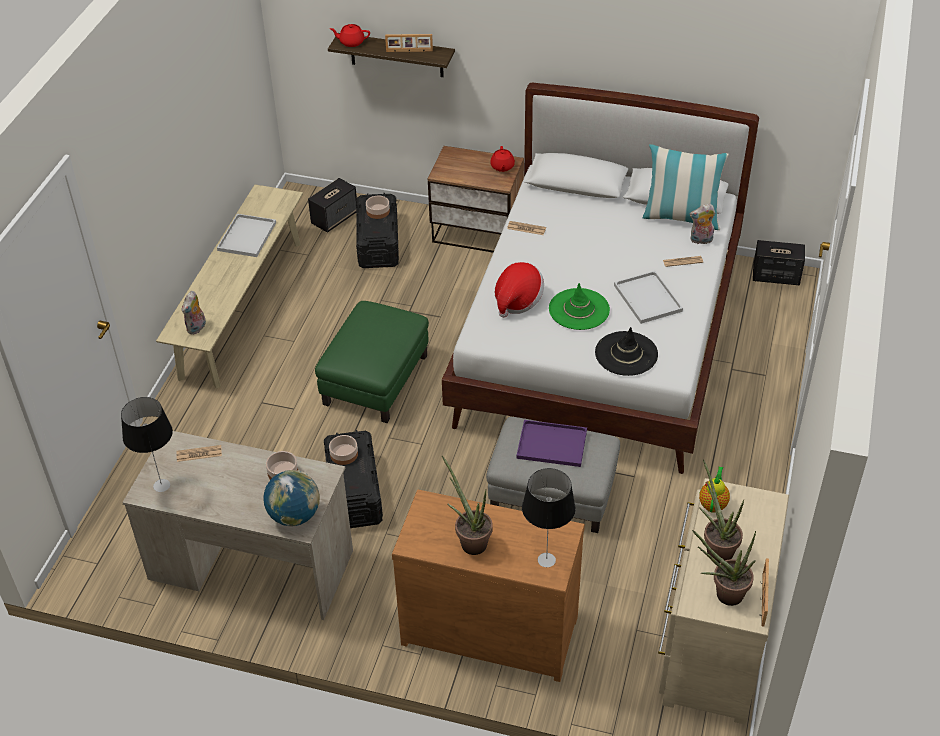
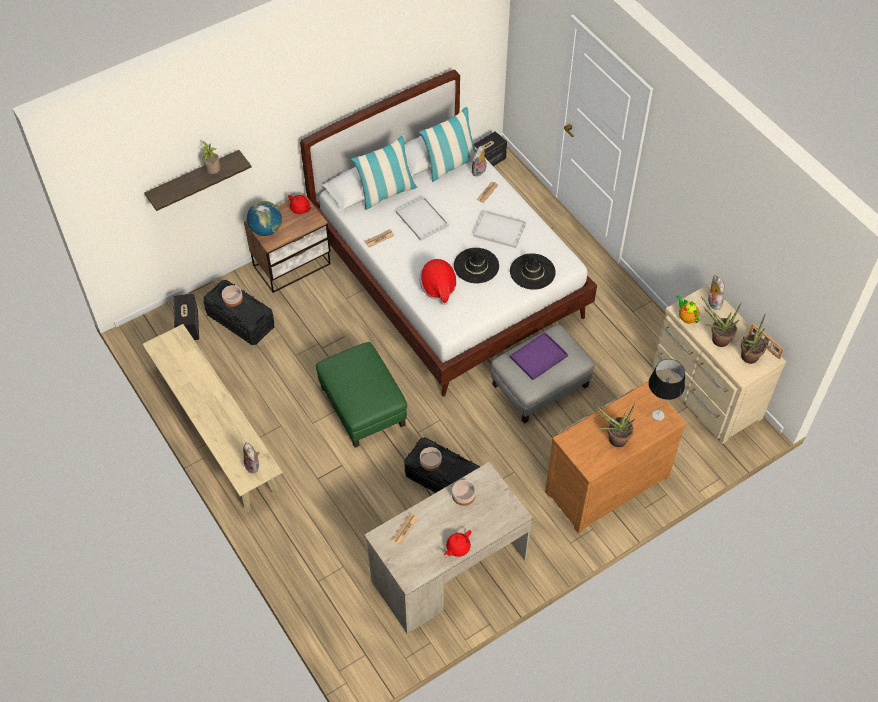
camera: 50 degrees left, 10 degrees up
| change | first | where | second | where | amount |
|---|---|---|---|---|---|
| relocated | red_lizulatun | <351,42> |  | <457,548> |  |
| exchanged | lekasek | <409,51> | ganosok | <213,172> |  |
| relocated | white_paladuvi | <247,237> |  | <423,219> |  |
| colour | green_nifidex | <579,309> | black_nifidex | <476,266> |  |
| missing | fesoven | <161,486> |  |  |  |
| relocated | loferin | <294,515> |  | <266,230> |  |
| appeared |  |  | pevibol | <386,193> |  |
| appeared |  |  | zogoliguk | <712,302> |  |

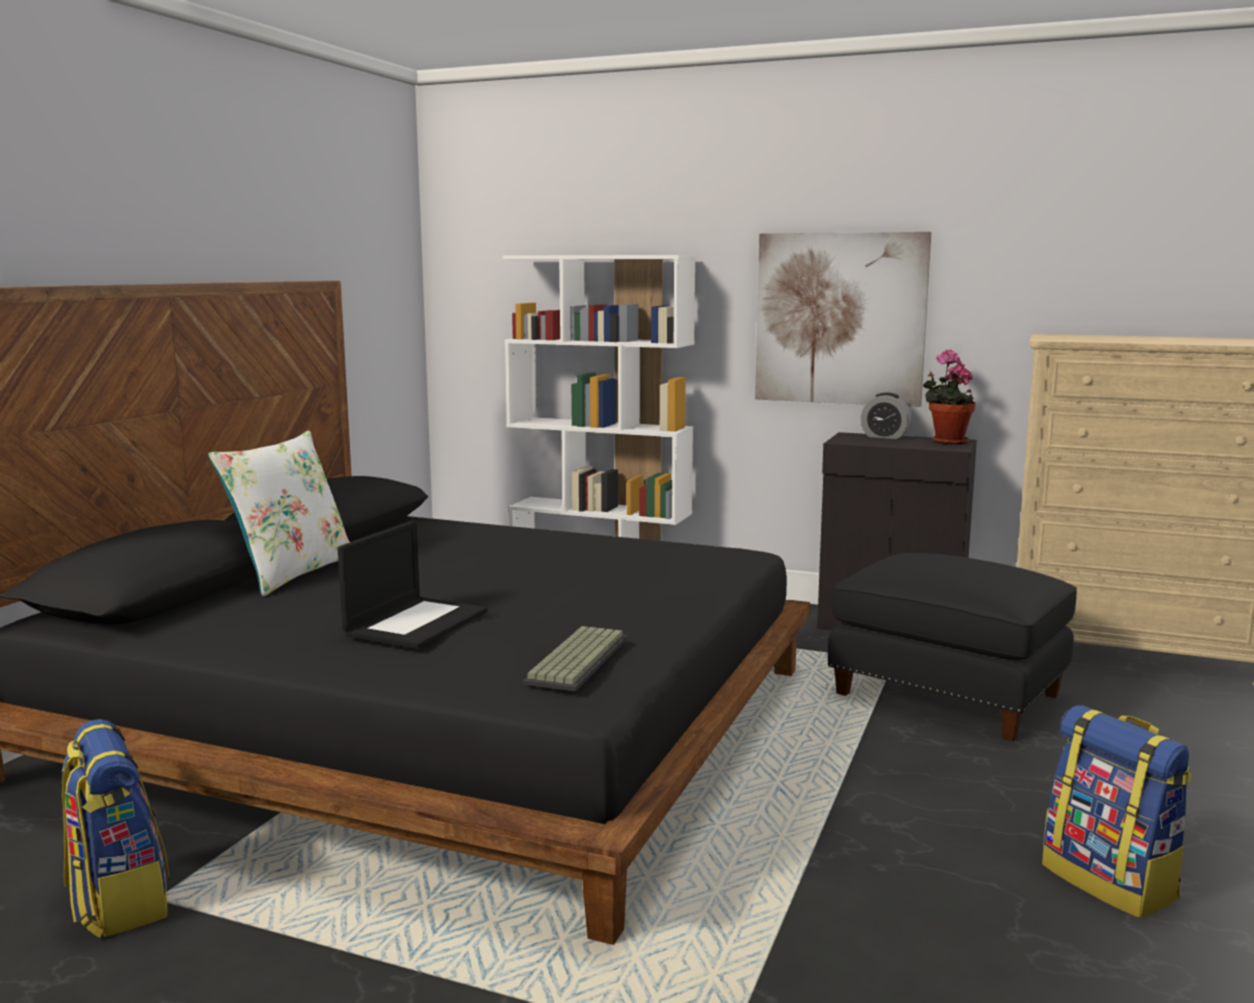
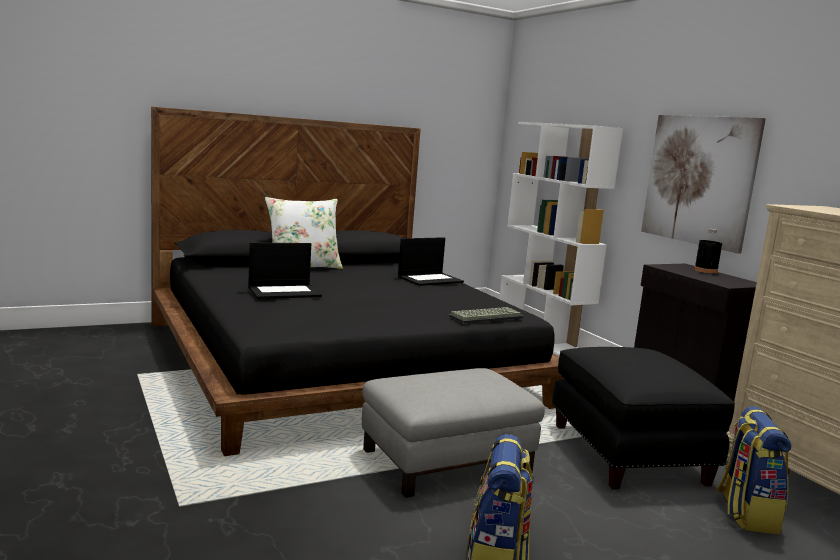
camera: 40 degrees right, 0 degrees up
| change | first | where | second | where | amount |
|---|---|---|---|---|---|
| missing | ganosok | <946,442> |  |  |  |
| exchanged | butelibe | <885,436> | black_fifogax | <705,271> |  |
| relocated | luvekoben | <576,659> |  | <486,316> |  |
| relocated | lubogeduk | <118,901> |  | <746,513> |  |
| appeared |  |  | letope | <430,279> |  |
| appeared |  |  | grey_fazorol | <446,461> |  |

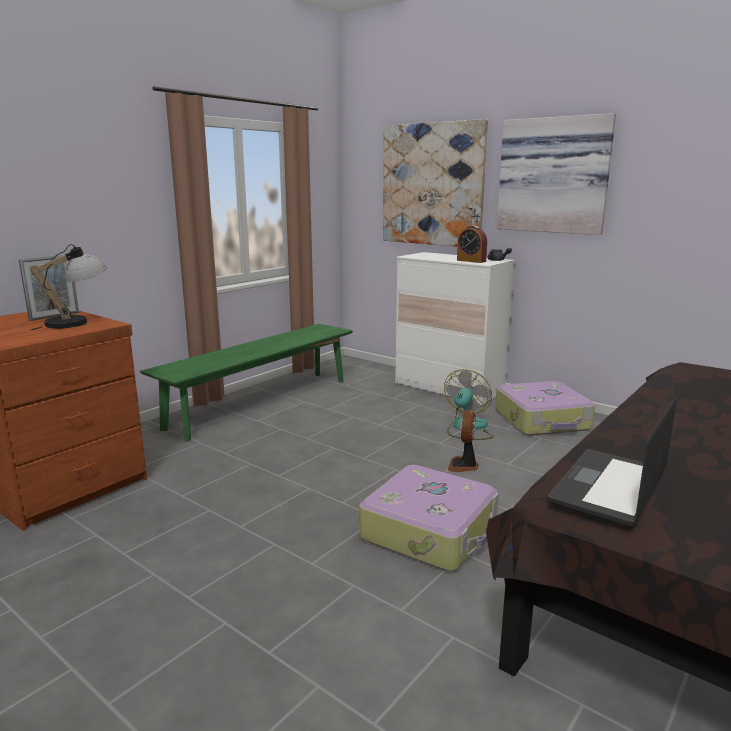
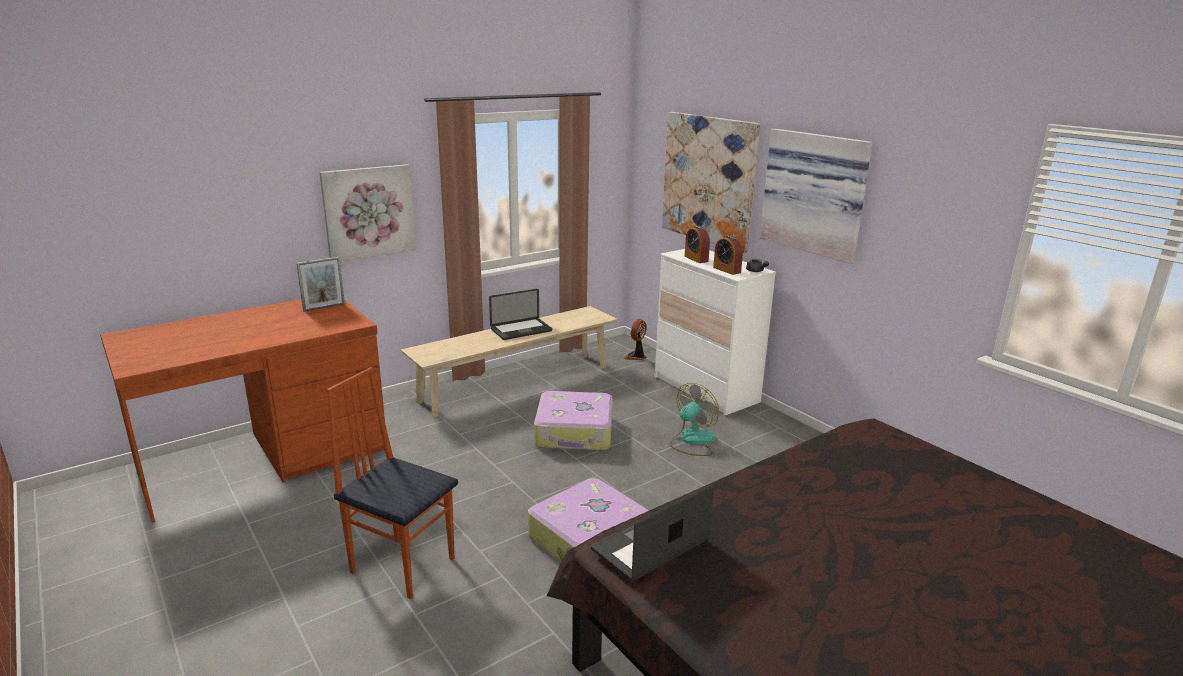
camera: 15 degrees right, 5 degrees up
| change | first | where | second | where | amount |
|---|---|---|---|---|---|
| missing | fesoven | <77,322> |  |  |  |
| colour | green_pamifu | <261,403> | beige_pamifu | <516,383> |  |
| relocated | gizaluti | <543,420> |  | <575,433> |  |
| relocated | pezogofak | <463,466> |  | <636,357> |  |
| appeared |  |  | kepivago | <368,212> |  |
| appeared |  |  | butelibe | <696,259> |  |
| appeared |  |  | letope | <521,330> |  |
| appeared |  |  | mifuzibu | <403,564> |  |

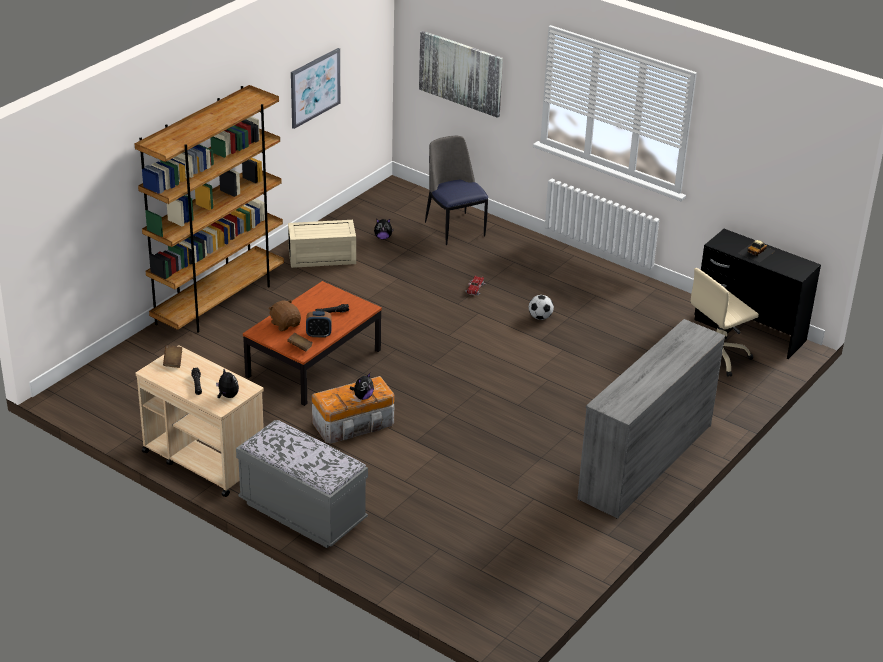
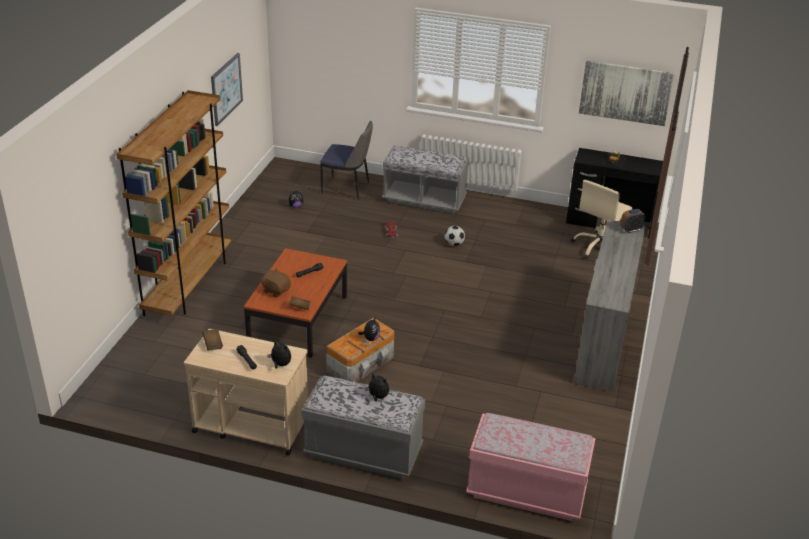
camera: 20 degrees left, 0 degrees up
| change | first | where | second | where | amount |
|---|---|---|---|---|---|
| relocated | kepivago | <461,73> |  | <625,92> |  |
| spun | mifuzibu | <454,228> |  | <347,188> | 150 degrees clockwise |
| missing | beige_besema | <321,257> |  |  |  |
| relocated | butelibe | <318,335> |  | <631,230> |  |
| appeared |  |  | grey_pamifu | <424,200> |  |
| appeared |  |  | zogoliguk | <377,397> |  |
| appeared |  |  | pink_pamifu | <526,492> |  |

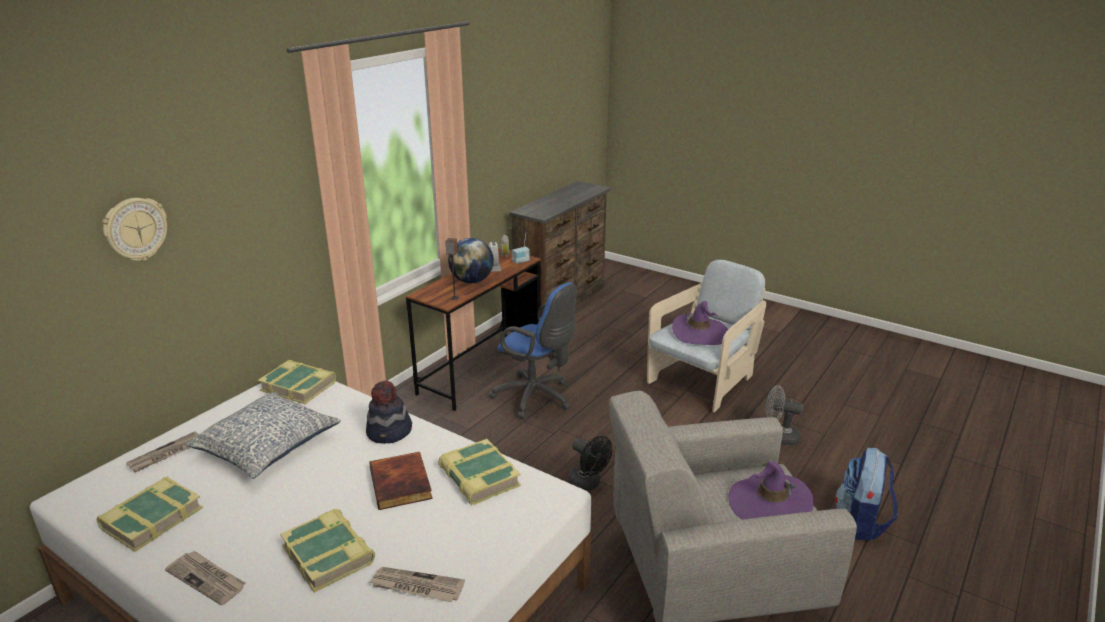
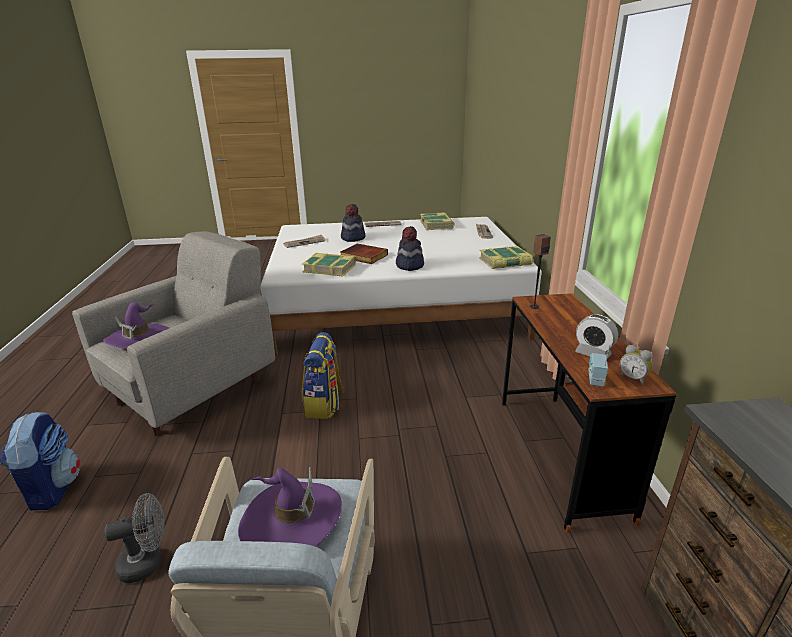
camera: 140 degrees right, 0 degrees up
| change | first | where | second | where | amount |
|---|---|---|---|---|---|
| missing | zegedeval | <135,229> |  |  |  |
| missing | loferin | <472,281> |  |  |  |
| missing | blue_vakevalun | <536,398> |  |  |  |
| missing | pevibol | <267,447> |  |  |  |
| exchanged | black_pezogofak | <588,484> | lubogeduk | <324,404> |  |
| exchanged | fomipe | <329,554> | nifidex | <352,238> |  |

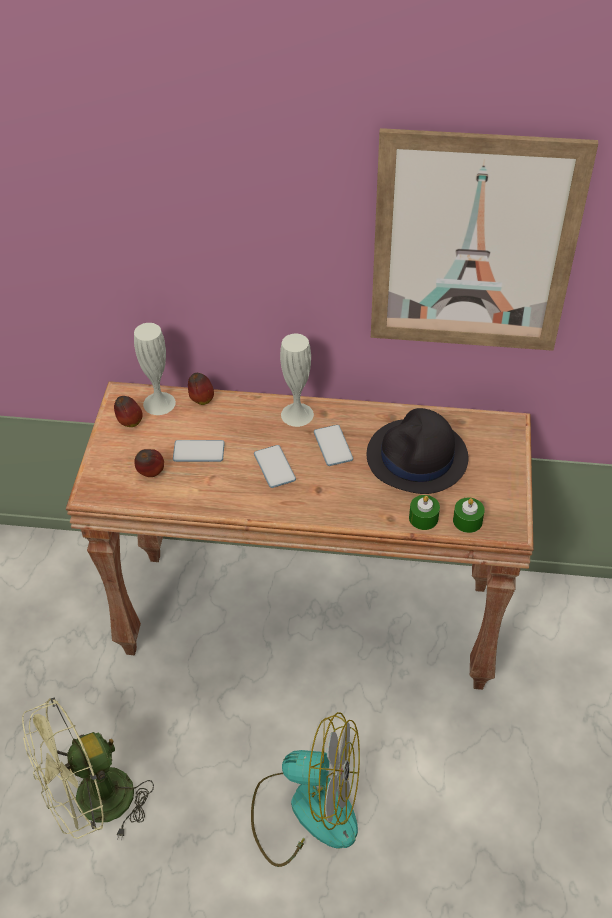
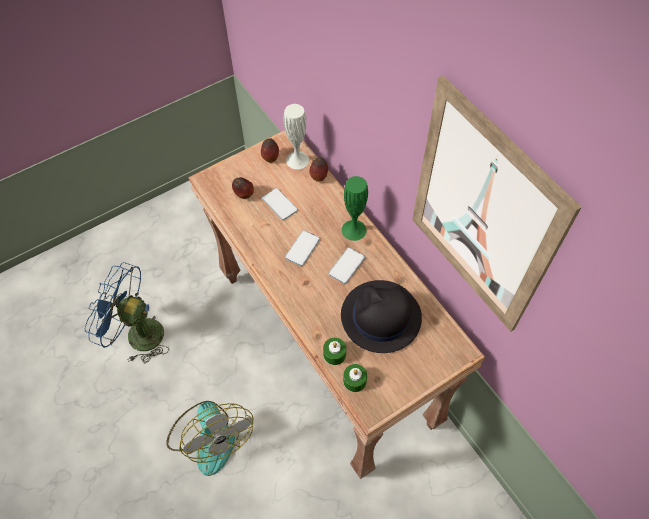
camera: 50 degrees right, 10 degrees up
| change | first | where | second | where | amount |
|---|---|---|---|---|---|
| colour | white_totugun | <297,414> | green_totugun | <354,230> |  |
| colour | green_pezogofak | <93,805> | blue_pezogofak | <137,334> |  |

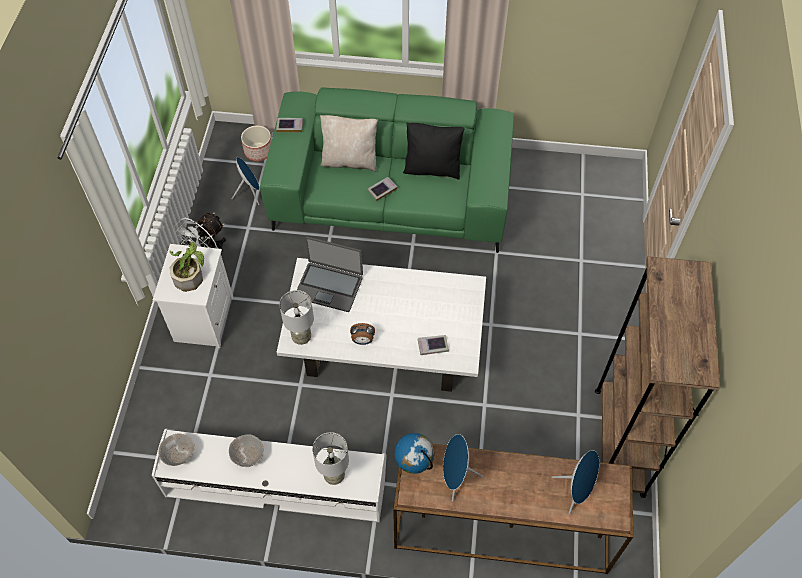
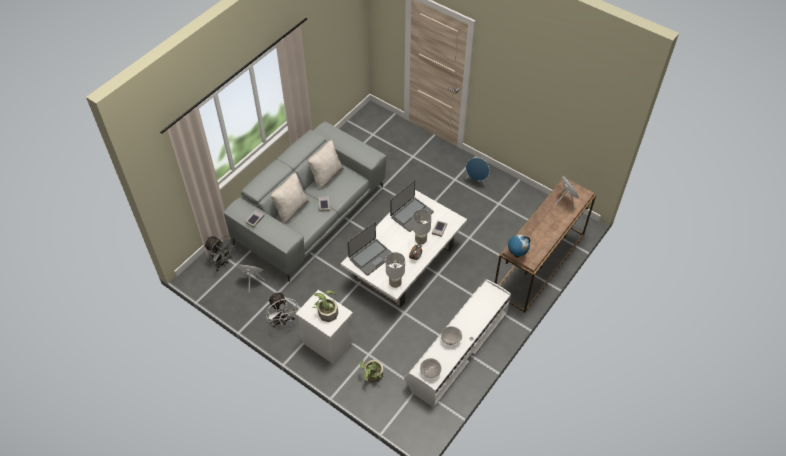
camera: 60 degrees left, 5 degrees down
| change | first | where | second | where | amount |
|---|---|---|---|---|---|
| colour | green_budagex | <391,198> | grey_budagex | <310,215> |  |
| colour | black_pevibol | <432,168> | beige_pevibol | <326,176> |  |
| exchanged | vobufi | <259,151> | grey_pezogofak | <223,263> |  |
| missing | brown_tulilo | <619,441> |  |  |  |
| relocated | grey_fesoven | <334,475> |  | <420,240> |  |
| relocated | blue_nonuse | <456,478> |  | <476,181> |  |
| appeared |  |  | letope | <411,214> |  |
| appeared |  |  | ganosok | <372,375> |  |

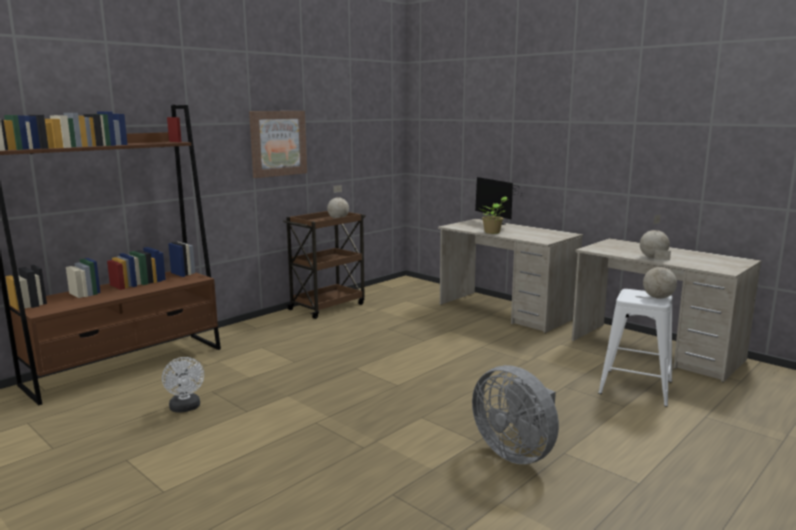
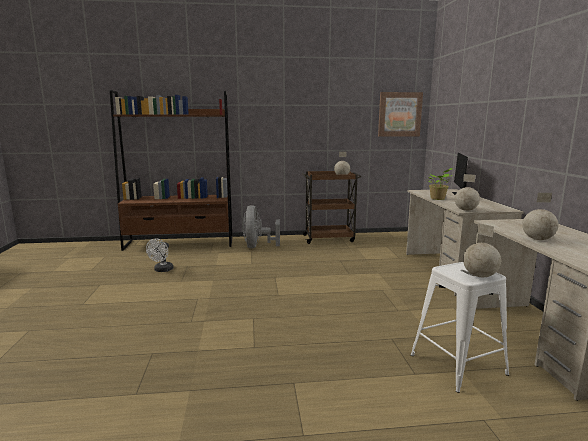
camera: 40 degrees right, 0 degrees up
| change | first | where | second | where | amount |
|---|---|---|---|---|---|
| relocated | kepivago | <278,143> |  | <399,114> |  |
| relocated | grey_pezogofak | <516,452> |  | <258,246> |  |
| appeared |  |  | loferin | <465,210> |  |

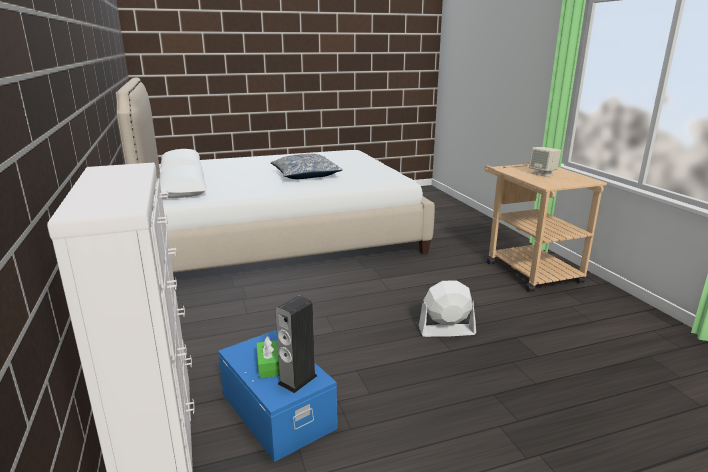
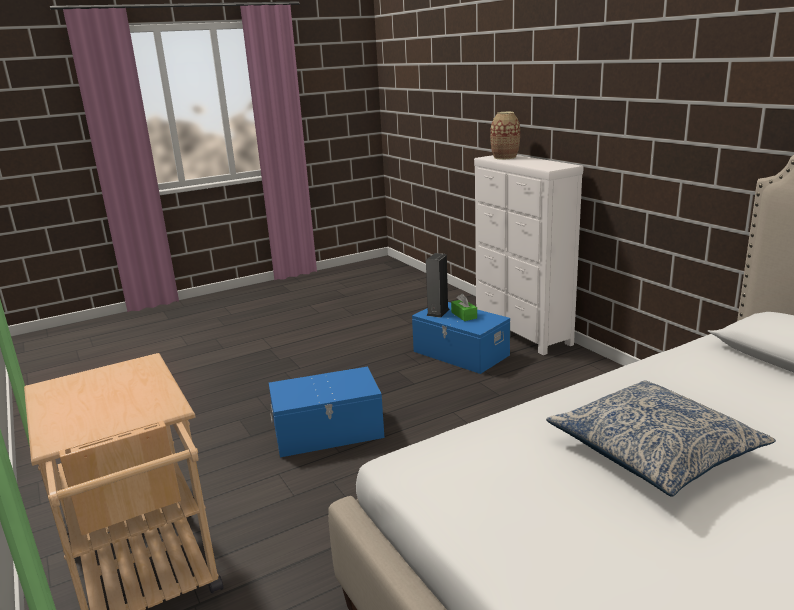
camera: 170 degrees right, 0 degrees up
| change | first | where | second | where | amount |
|---|---|---|---|---|---|
| missing | beige_nonuse | <543,174> |  |  |  |
| exchanged | white_pezogofak | <446,330> | blue_besema | <328,431> |  |
| appeared |  |  | totugun | <505,157> |  |

